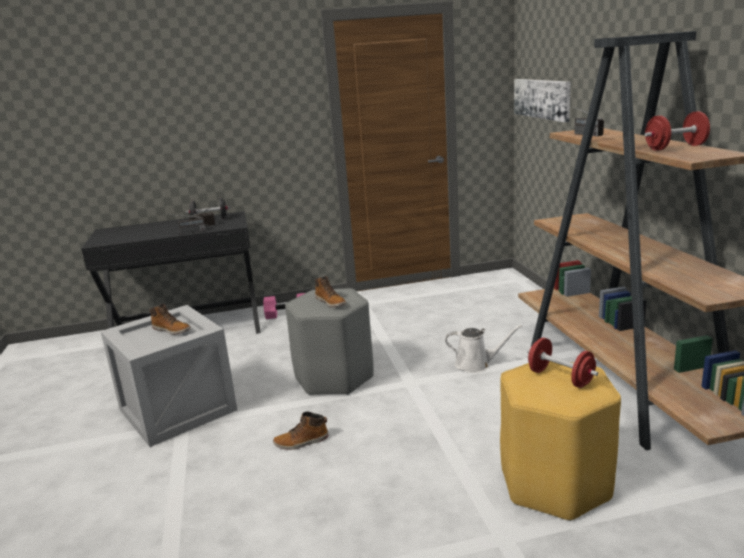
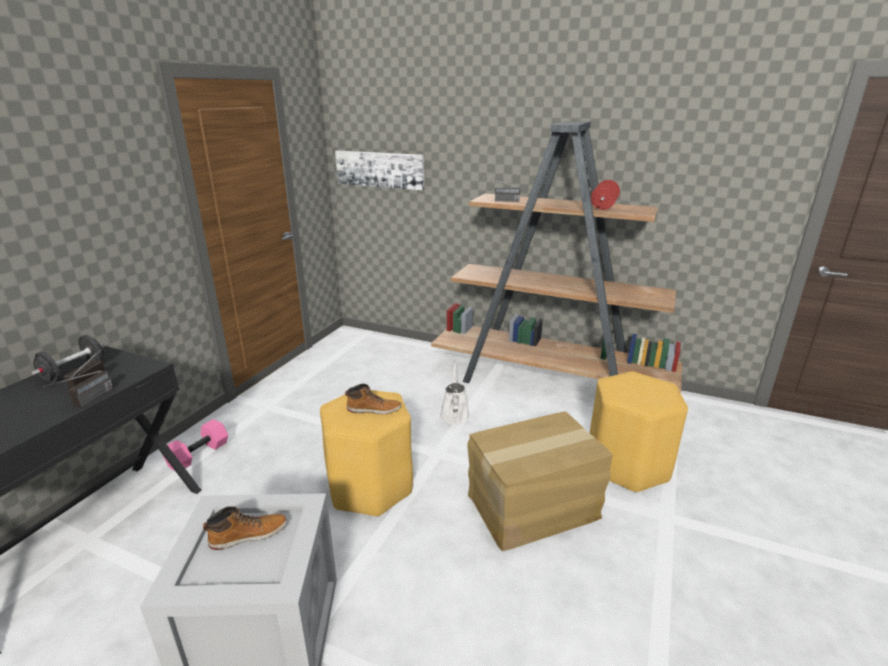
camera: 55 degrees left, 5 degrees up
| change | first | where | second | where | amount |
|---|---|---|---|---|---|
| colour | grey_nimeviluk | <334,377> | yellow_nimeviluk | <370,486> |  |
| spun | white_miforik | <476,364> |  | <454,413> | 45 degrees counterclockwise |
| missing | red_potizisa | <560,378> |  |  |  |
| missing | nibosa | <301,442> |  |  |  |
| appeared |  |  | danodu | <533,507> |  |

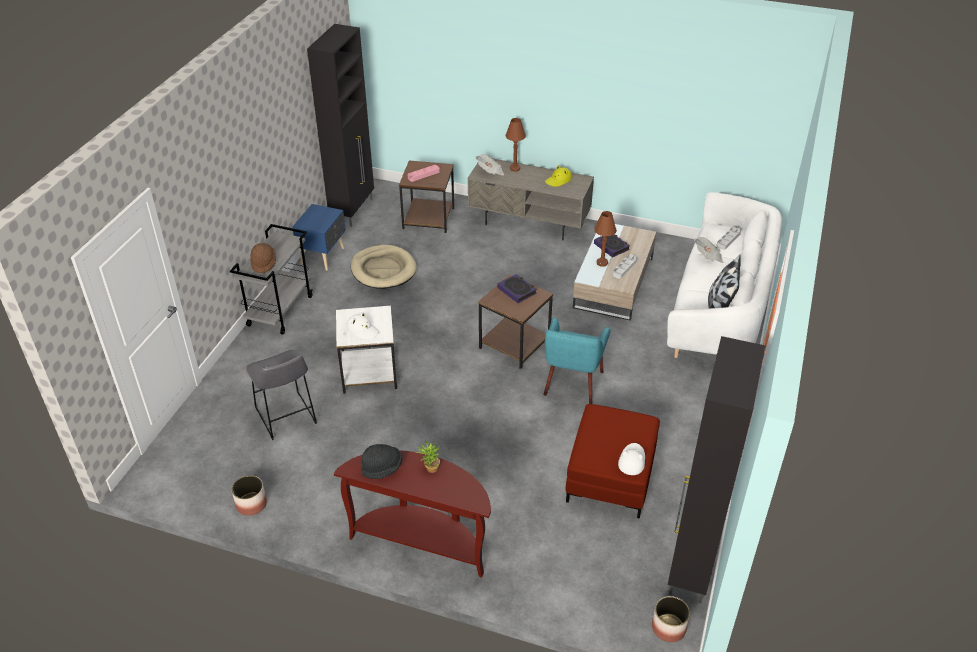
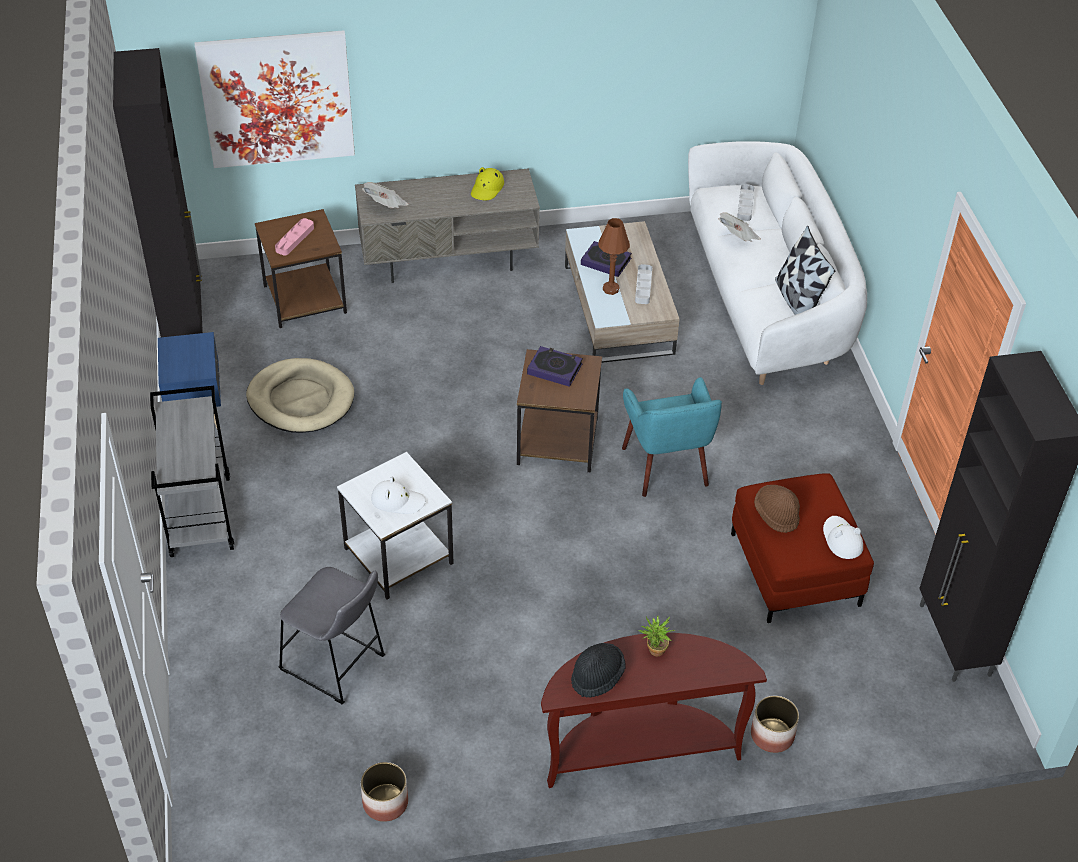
camera: 30 degrees left, 5 degrees up
| change | first | where | second | where | amount |
|---|---|---|---|---|---|
| missing | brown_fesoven | <514,168> |  |  |  |
| relocated | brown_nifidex | <263,263> |  | <776,515> |  |
| relocated | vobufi | <668,627> |  | <771,735> |  |
| appeared |  |  | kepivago | <277,99> |  |

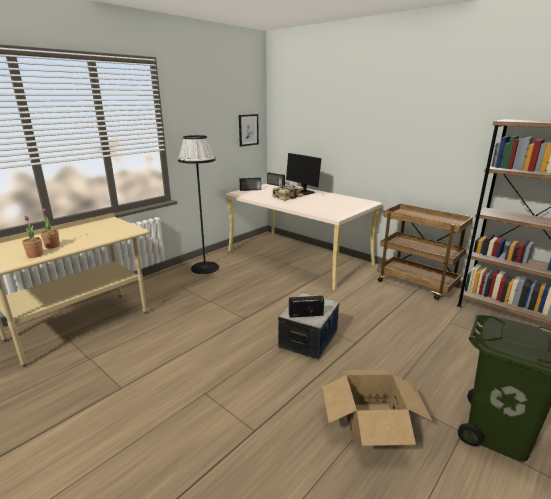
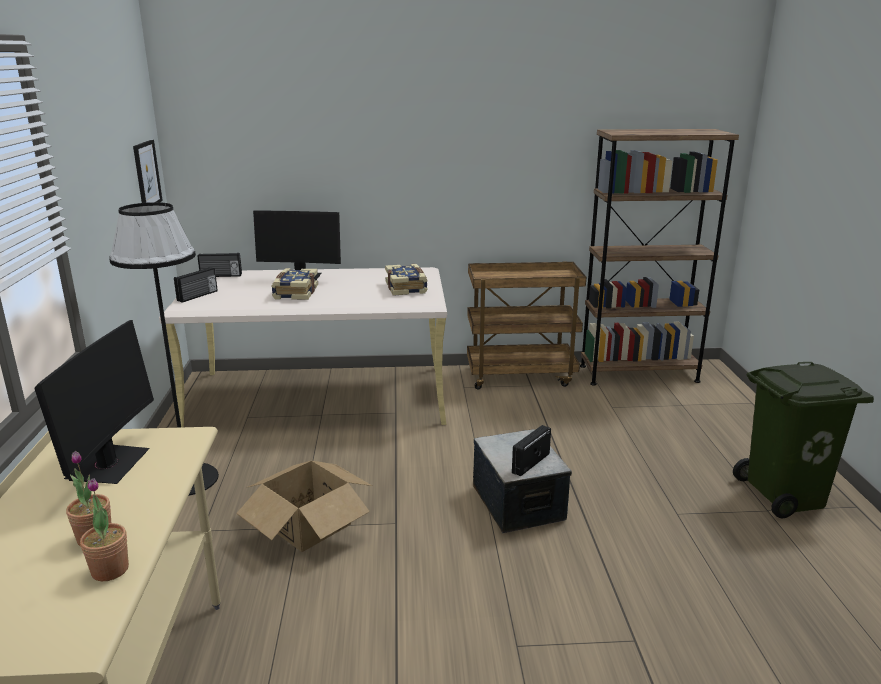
camera: 45 degrees left, 0 degrees up
| change | first | where | second | where | amount |
|---|---|---|---|---|---|
| relocated | danodu | <371,421> |  | <308,524> |  |
| appeared |  |  | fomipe | <407,288> |  |
| appeared |  |  | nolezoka | <109,465> |  |

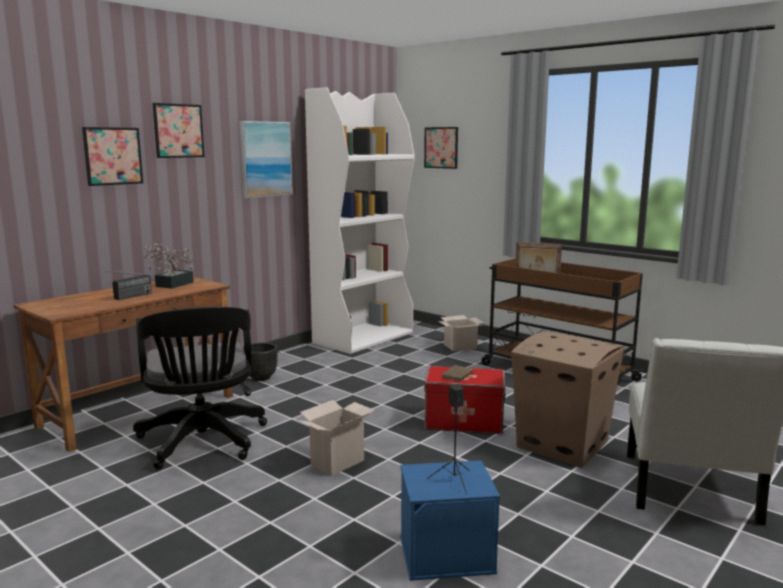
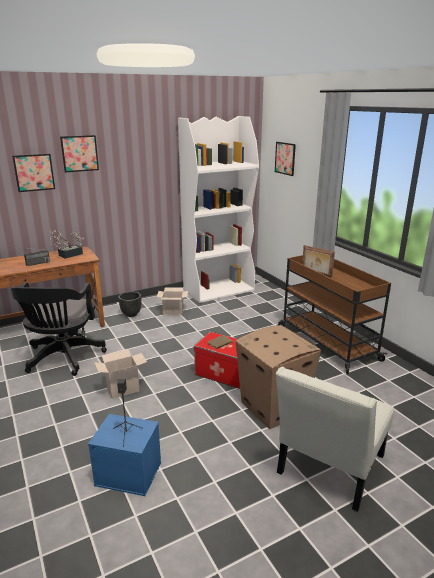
camera: 20 degrees right, 10 degrees up
| change | first | where | second | where | amount |
|---|---|---|---|---|---|
| missing | kepivago | <265,159> |  |  |  |
| relocated | danodu | <460,346> |  | <173,310> |  |

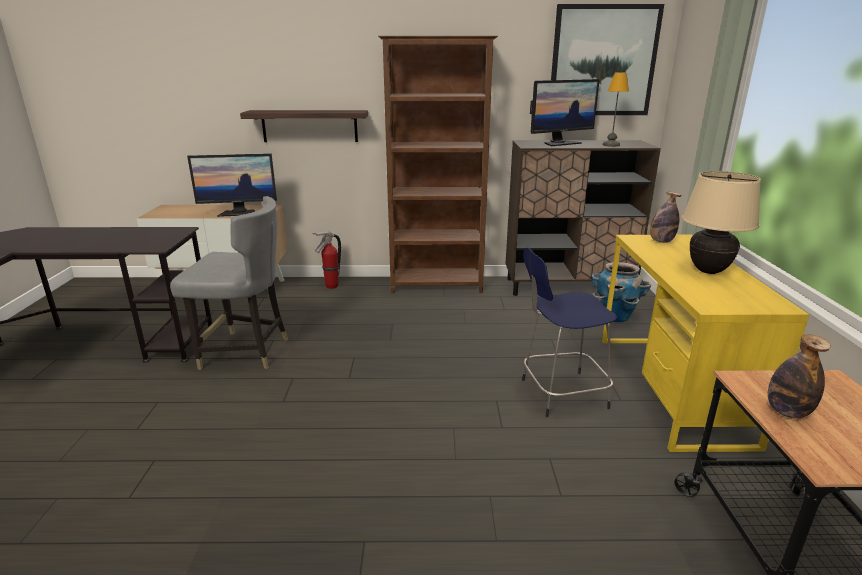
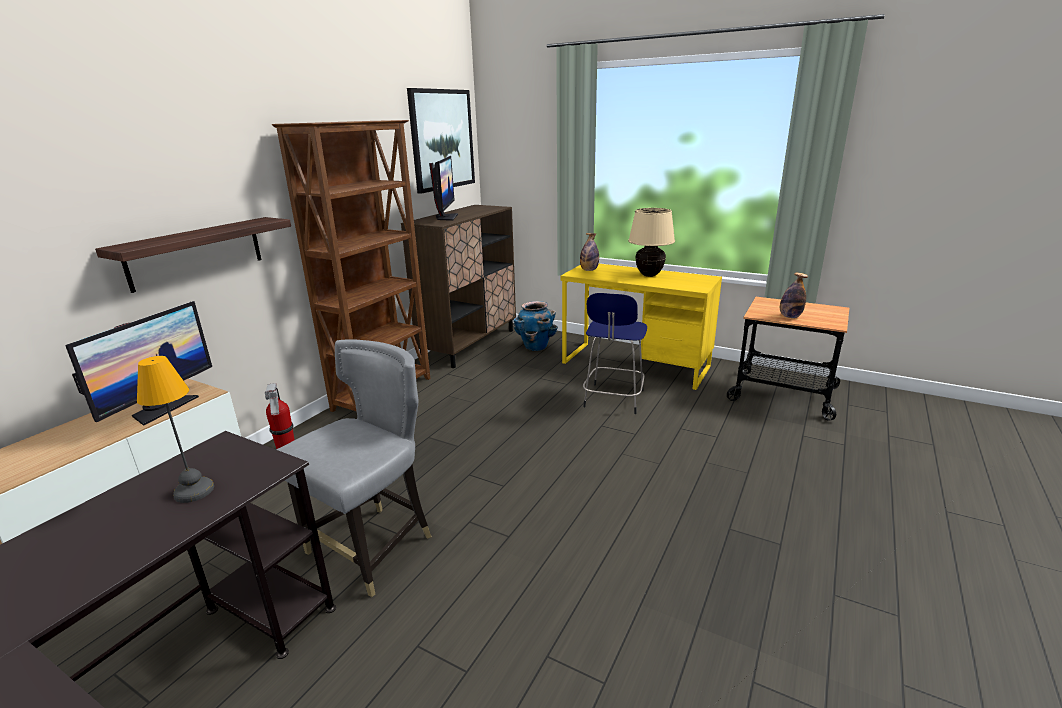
camera: 60 degrees left, 0 degrees up
| change | first | where | second | where | amount |
|---|---|---|---|---|---|
| relocated | fesoven | <610,145> |  | <193,491> |  |

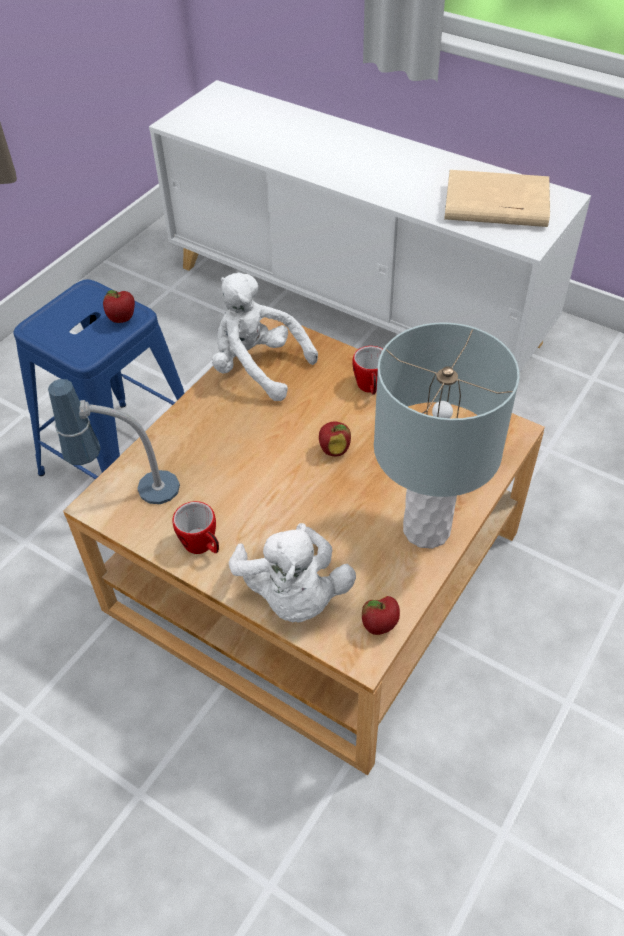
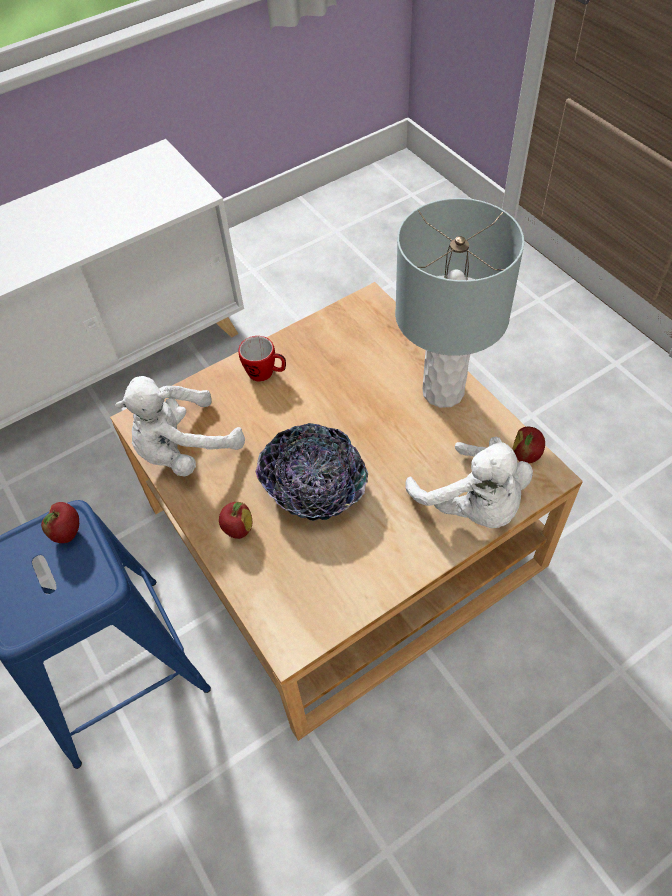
camera: 65 degrees left, 5 degrees up
| change | first | where | second | where | amount |
|---|---|---|---|---|---|
| missing | beige_fomipe | <494,206> |  |  |  |
| missing | fesoven | <129,492> |  |  |  |
| relocated | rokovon | <334,450> |  | <238,529> |  |
| missing | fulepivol | <203,546> |  |  |  |
| spun | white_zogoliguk | <293,595> |  | <472,506> | 45 degrees clockwise |
| appeared |  |  | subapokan | <314,488> |  |

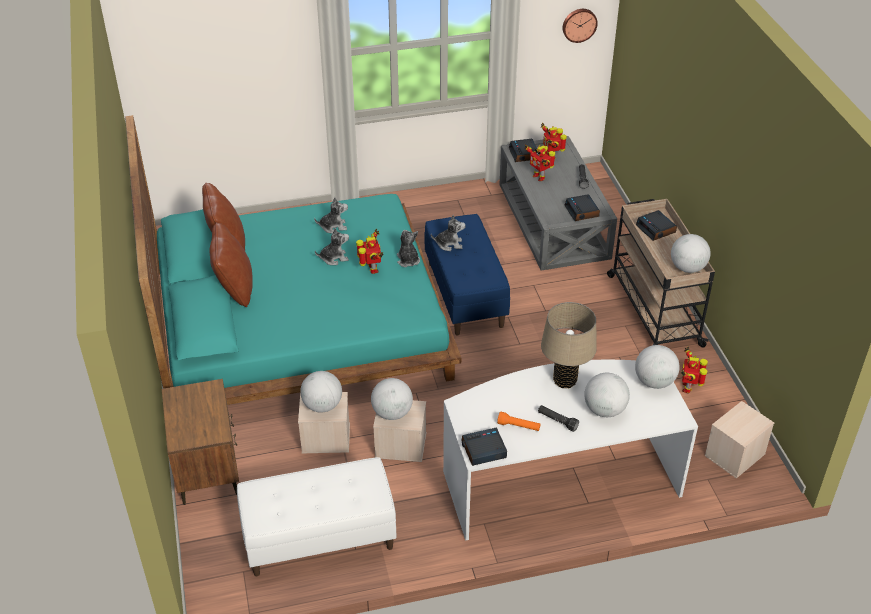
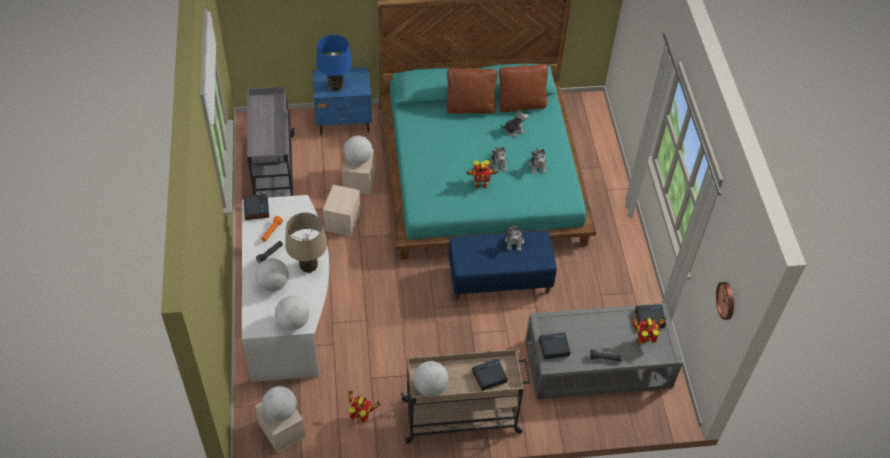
camera: 95 degrees right, 10 degrees up
| change | first | where | second | where | amount |
|---|---|---|---|---|---|
| missing | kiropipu | <539,176> |  |  |  |
| relocated | zogoliguk | <408,260> |  | <514,130> |  |
| relocated | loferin | <392,413> |  | <280,412> |  |
| colour | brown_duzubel | <208,470> | blue_duzubel | <344,121> |  |
| exchanged | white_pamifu | <319,539> | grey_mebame | <274,172> |  |
| appeared |  |  | blue_fesoven | <335,86> |  |

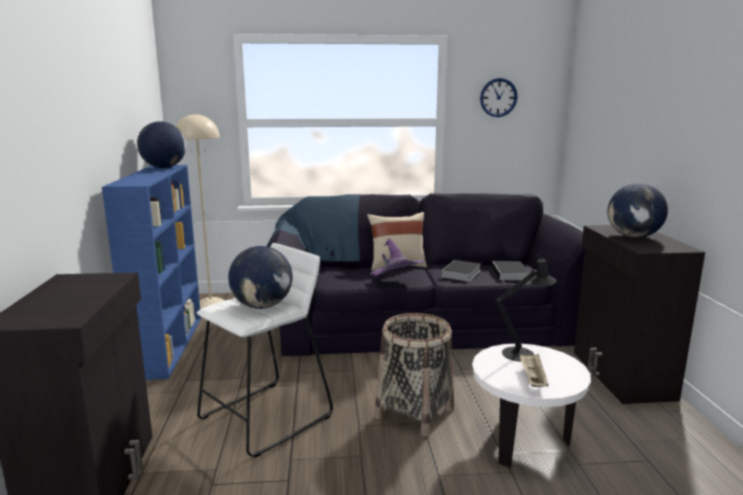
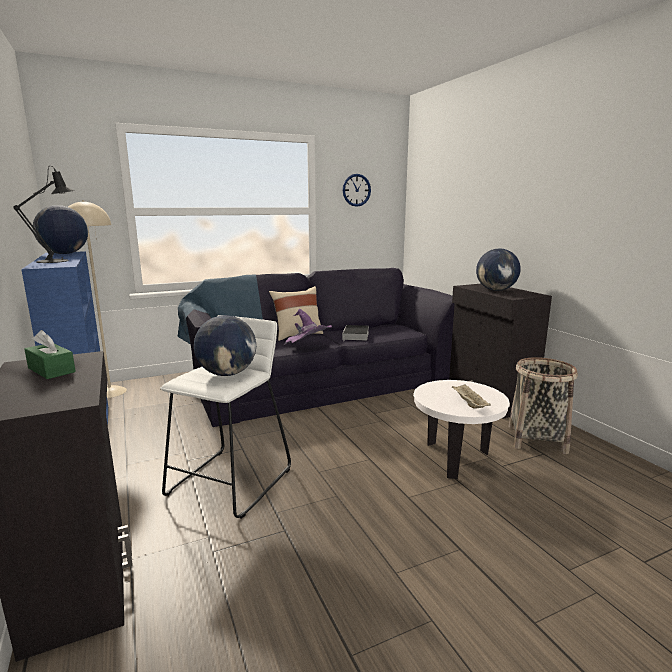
camera: 20 degrees left, 0 degrees up
| change | first | where | second | where | amount |
|---|---|---|---|---|---|
| relocated | black_fesoven | <522,353> |  | <57,261> |  |
| missing | fomipe | <510,274> |  |  |  |
| relocated | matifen | <415,413> |  | <537,439> |  |
| appeared |  |  | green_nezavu | <51,370> |  |

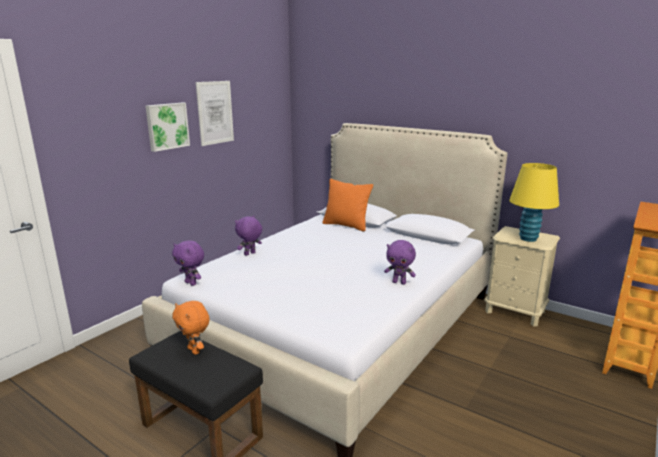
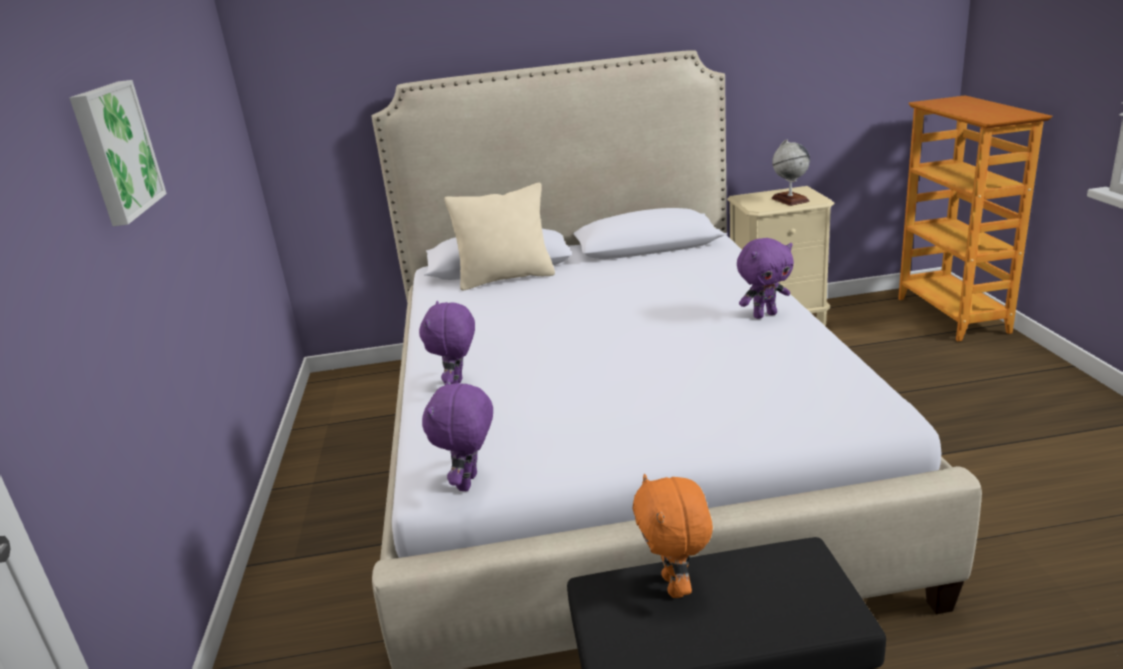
camera: 40 degrees left, 5 degrees up
| change | first | where | second | where | amount |
|---|---|---|---|---|---|
| missing | kepivago | <215,112> |  |  |  |
| exchanged | yellow_fesoven | <528,239> | loferin | <790,200> |  |
| colour | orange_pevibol | <346,225> | beige_pevibol | <506,278> |  |
| spun | purple_zogoliguk | <191,283> |  | <470,483> | 105 degrees clockwise |
| spun | orange_zogoliguk | <195,350> |  | <676,586> | 75 degrees clockwise |

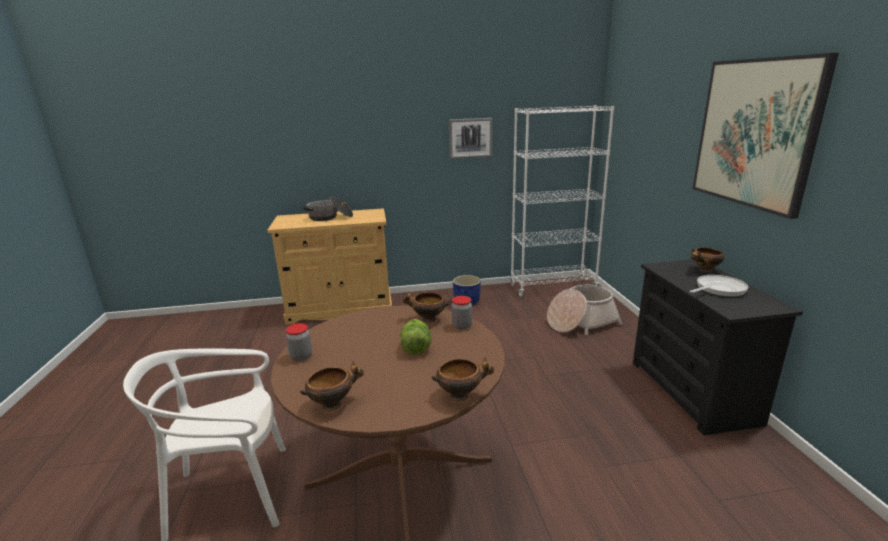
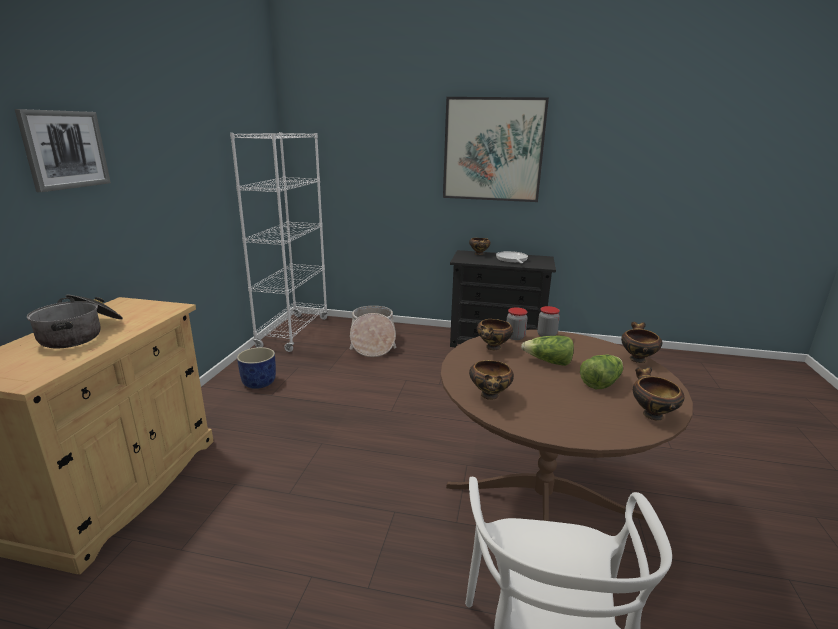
camera: 70 degrees left, 0 degrees up
| change | first | where | second | where | amount |
|---|---|---|---|---|---|
| relocated | kepivago | <470,138> |  | <65,149> |  |
| relocated | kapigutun | <301,356> |  | <546,335> |  |
| appeared |  |  | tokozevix | <600,382> |  |
| appeared |  |  | subapokan | <490,396> |  |

